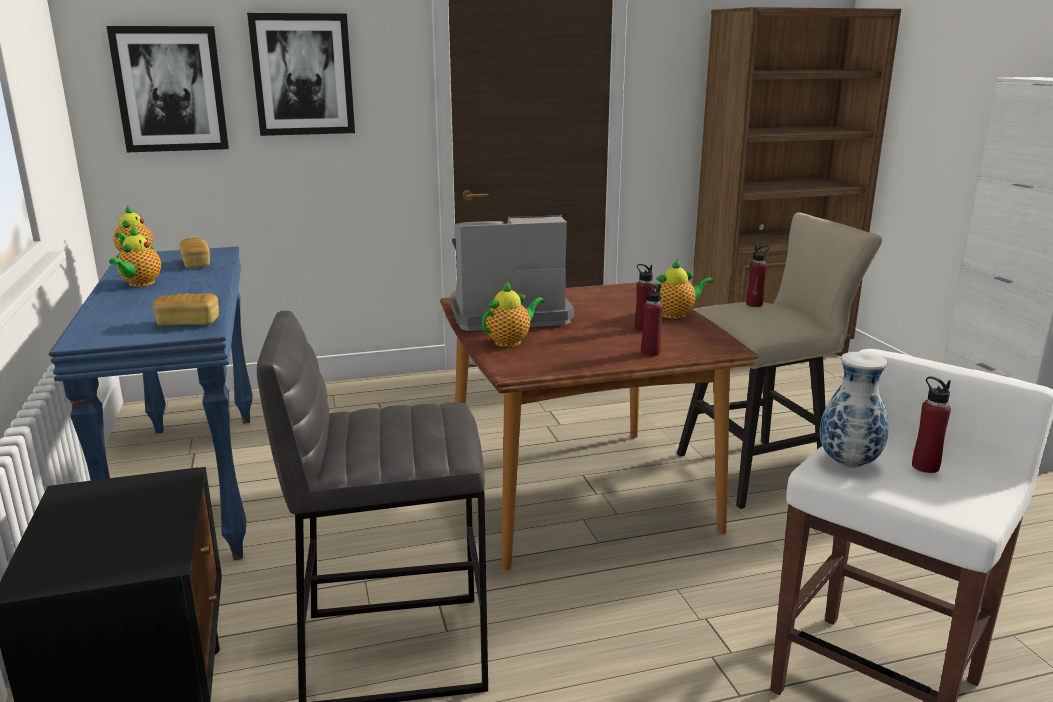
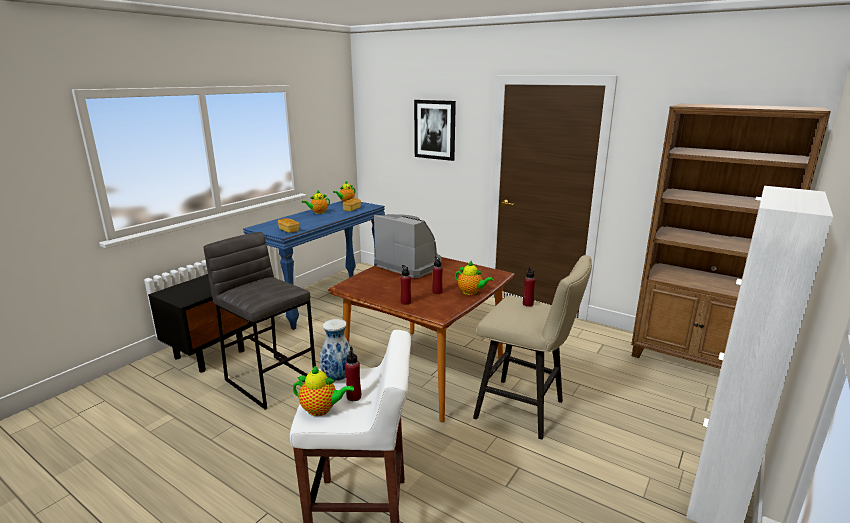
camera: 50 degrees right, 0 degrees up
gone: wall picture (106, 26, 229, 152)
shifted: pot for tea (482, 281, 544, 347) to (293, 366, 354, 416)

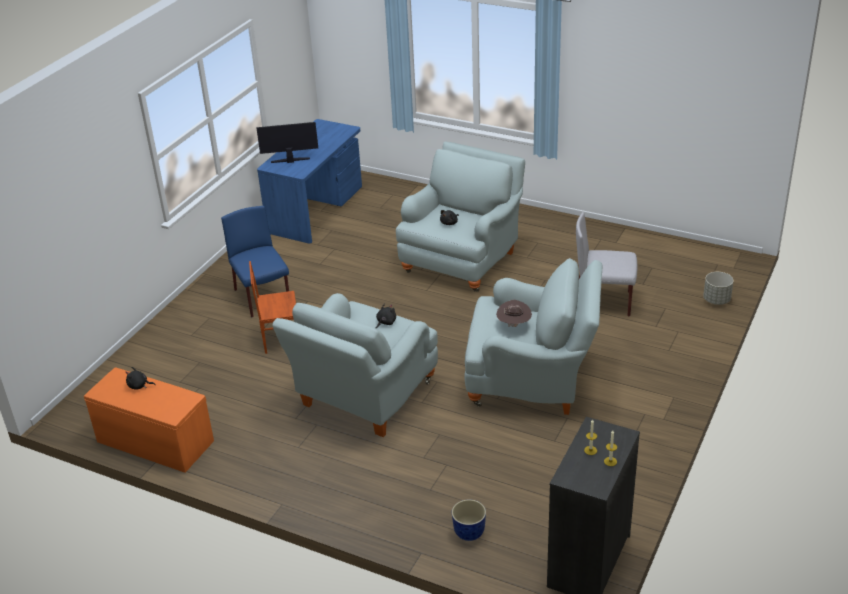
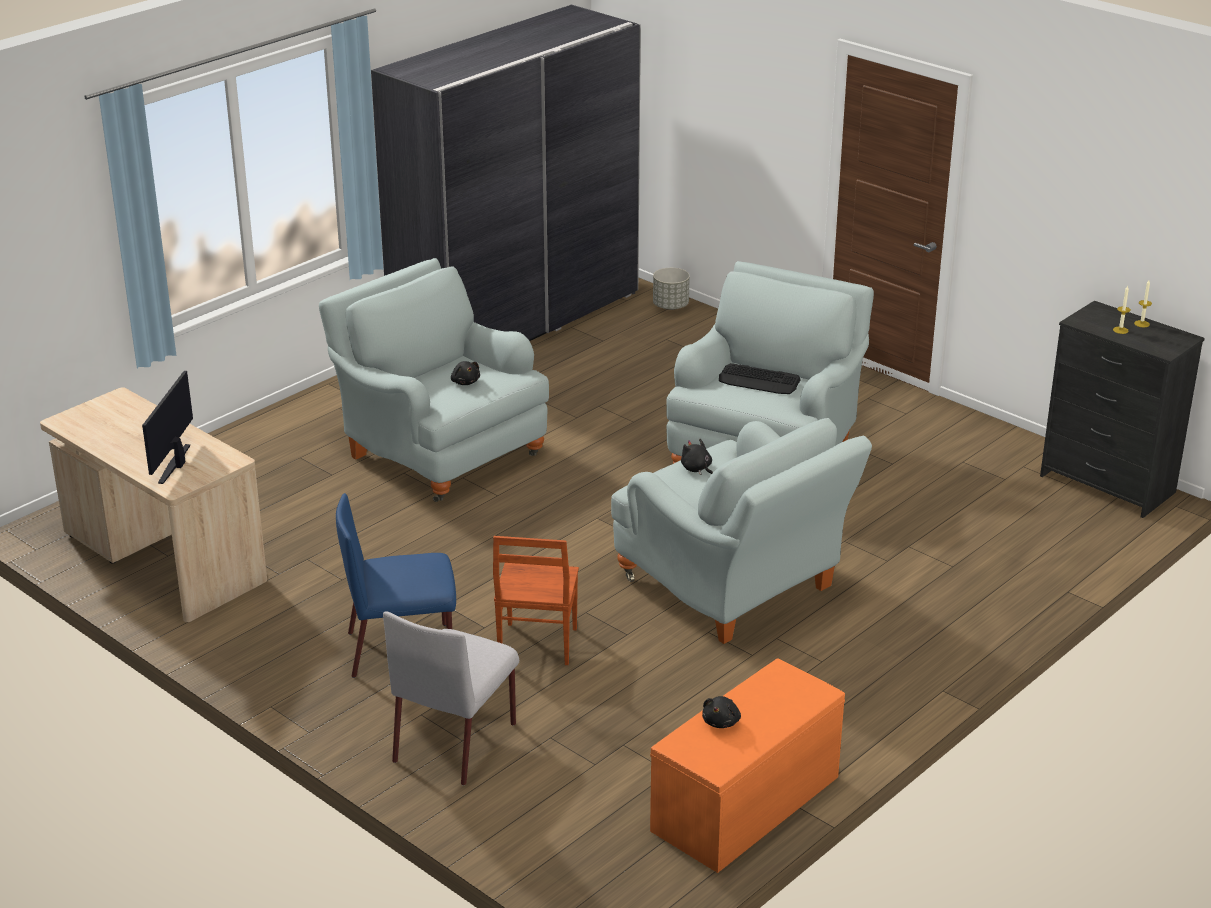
camera: 75 degrees left, 5 degrees down
gone: plant pot (452, 499, 486, 541)
new: armoire in gray (371, 4, 641, 341)
shifted: upright chair in gray (576, 212, 638, 317) to (383, 611, 519, 785)
swapped: wearable hat in brown (496, 300, 532, 327) to keyboard (719, 363, 801, 394)
repainted: desk table in blue-coloured (257, 119, 362, 244) to desk table in sand-coloured (40, 387, 267, 622)

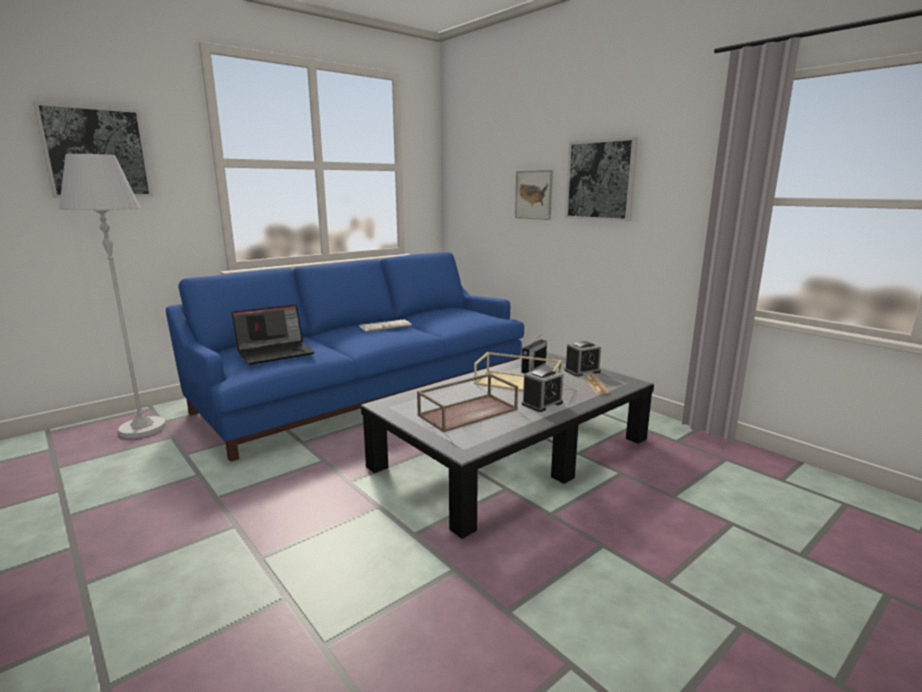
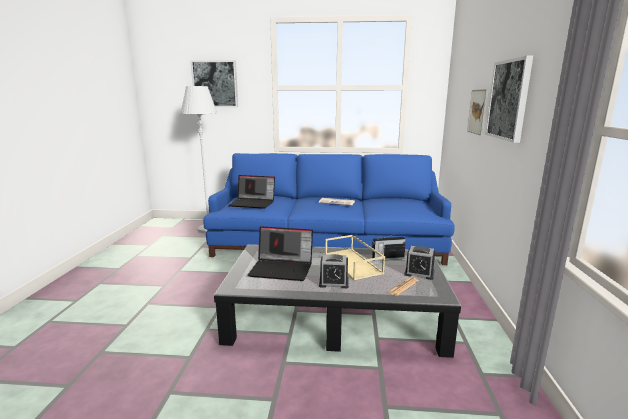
camera: 45 degrees right, 0 degrees up
swapped: serving tray in brown (417, 373, 518, 432) to laptop (248, 226, 313, 281)

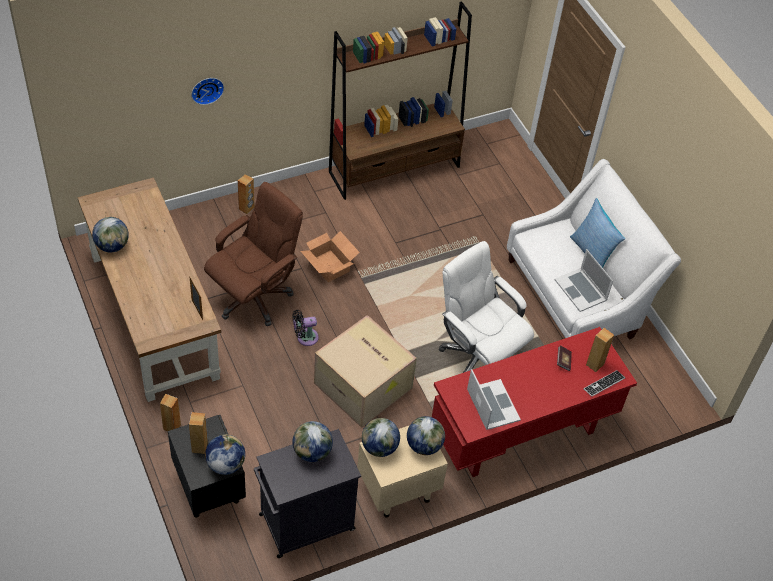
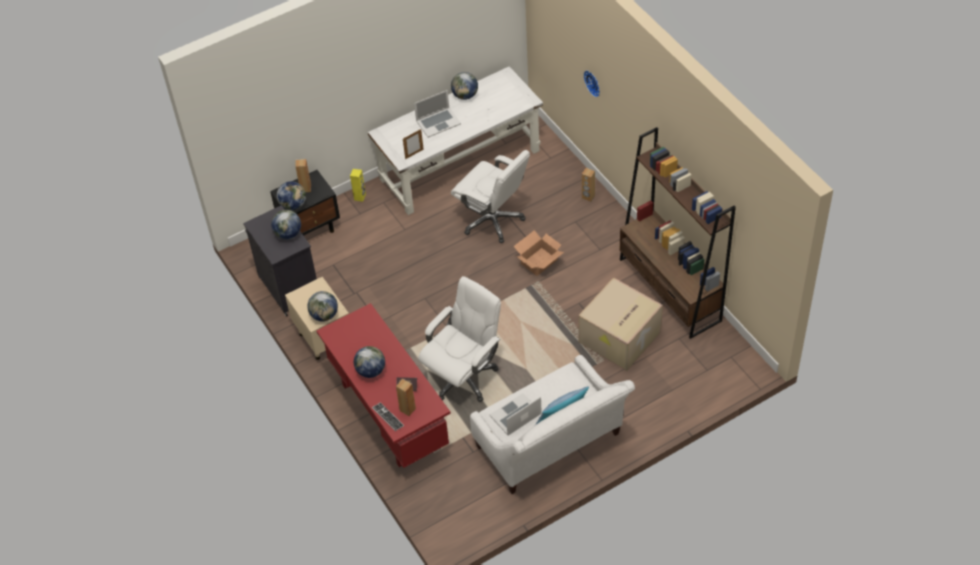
camera: 90 degrees right, 0 degrees up
gone: electric fan in black (293, 310, 319, 346)
shifted: carton (314, 315, 417, 428) to (578, 277, 663, 371); world globe (362, 418, 400, 457) to (354, 346, 385, 378); laptop (467, 369, 521, 430) to (414, 90, 461, 138)
repainted: desk table in brown (77, 178, 221, 402) to desk table in whitish (368, 66, 543, 215); loudspeaker in brown (160, 394, 181, 431) to loudspeaker in yellowish (350, 169, 366, 202); desk chair in brown (204, 182, 303, 326) to desk chair in whitish (451, 150, 530, 243)

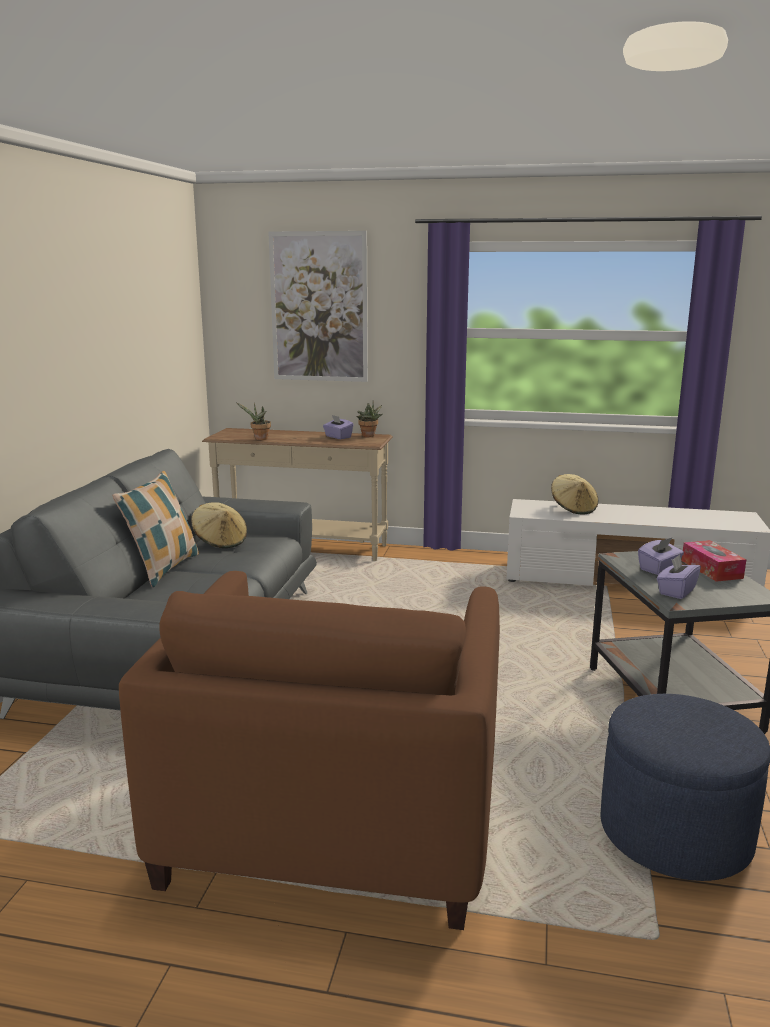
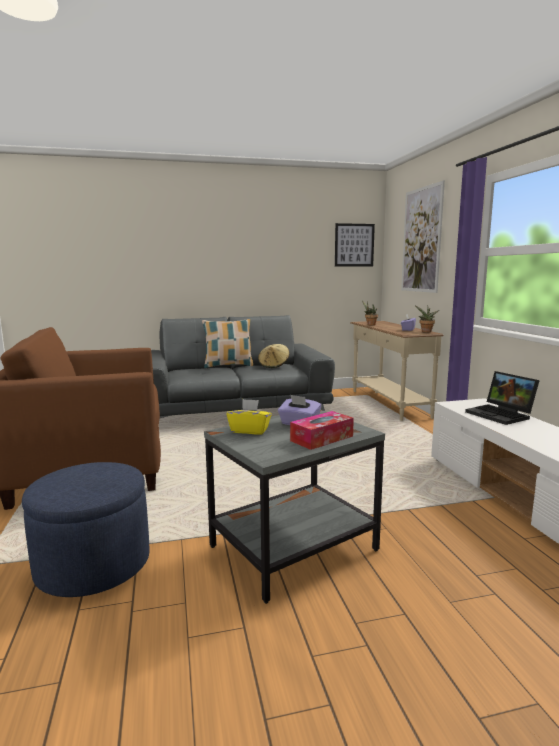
camera: 65 degrees right, 5 degrees down
new: wall picture (335, 223, 375, 267)
swapped: wearable hat in sand-coloured (551, 474, 598, 515) to laptop (465, 371, 540, 425)
repainted: tissue box in purple (657, 555, 701, 599) to tissue box in yellowish (226, 399, 272, 435)

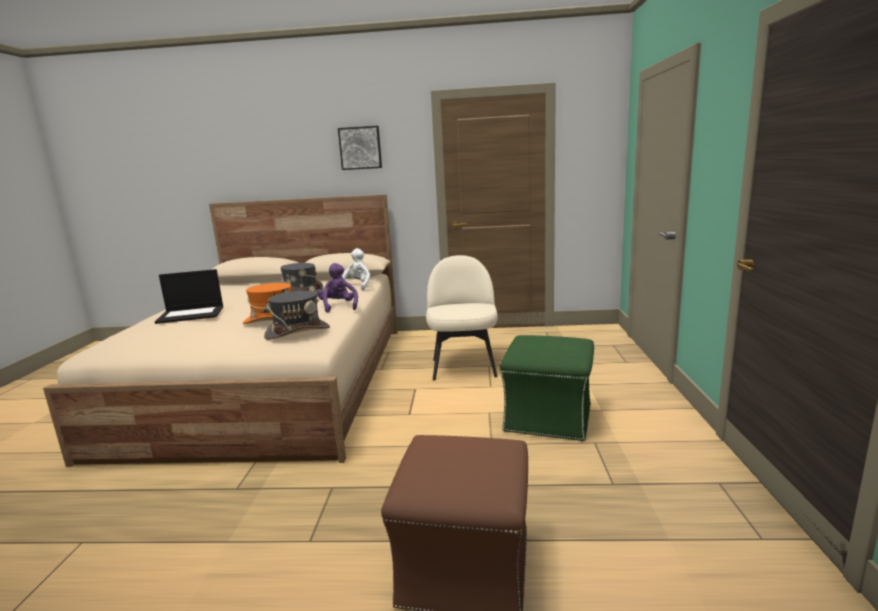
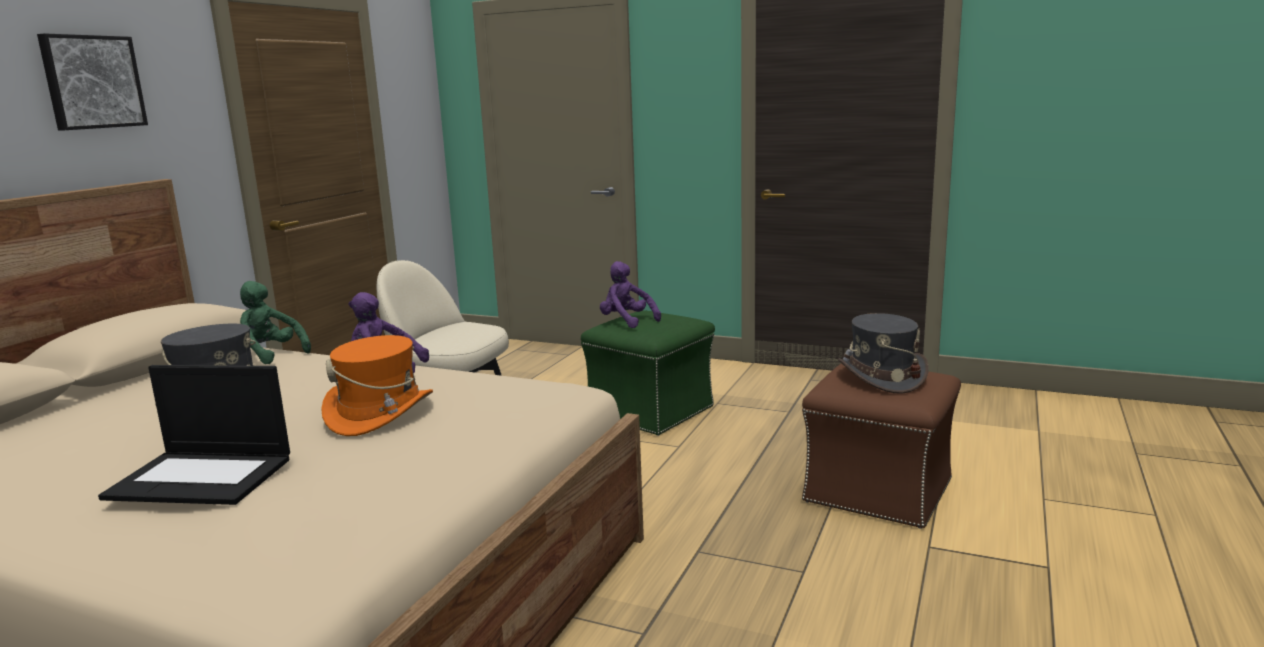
camera: 70 degrees left, 0 degrees up
new: soft toy in purple (600, 261, 661, 328)
shifted: wearable hat in gray (264, 291, 330, 340) to (838, 313, 929, 393)
repainted: soft toy in whitish (342, 248, 370, 290) to soft toy in green-coloured (240, 281, 311, 364)
rotated: laptop (155, 269, 223, 324) = (98, 365, 290, 505) 90 degrees clockwise

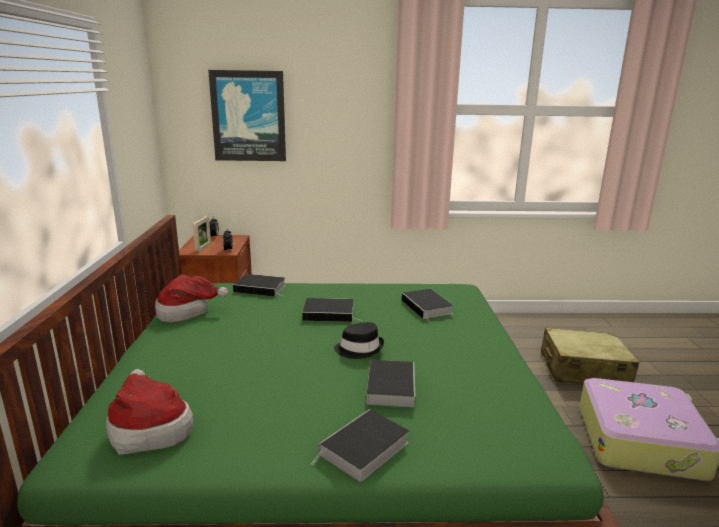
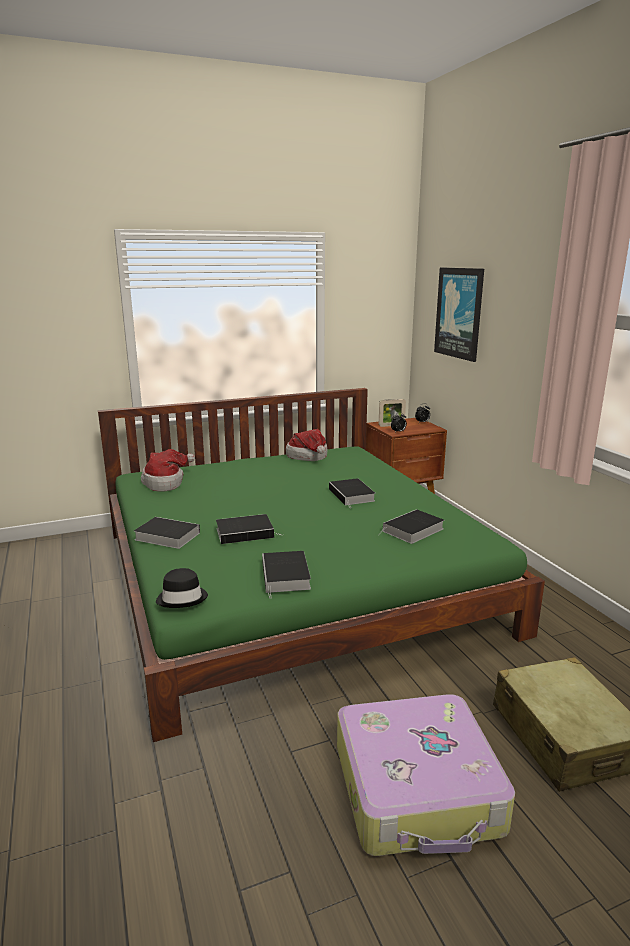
camera: 70 degrees right, 0 degrees up
shifted: book (233, 274, 286, 297) to (262, 551, 311, 599); wearable hat in black (334, 322, 384, 359) to (156, 568, 208, 608)

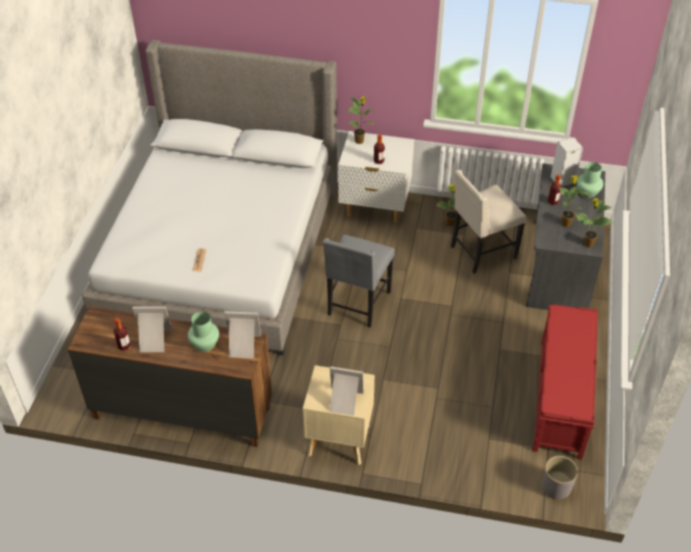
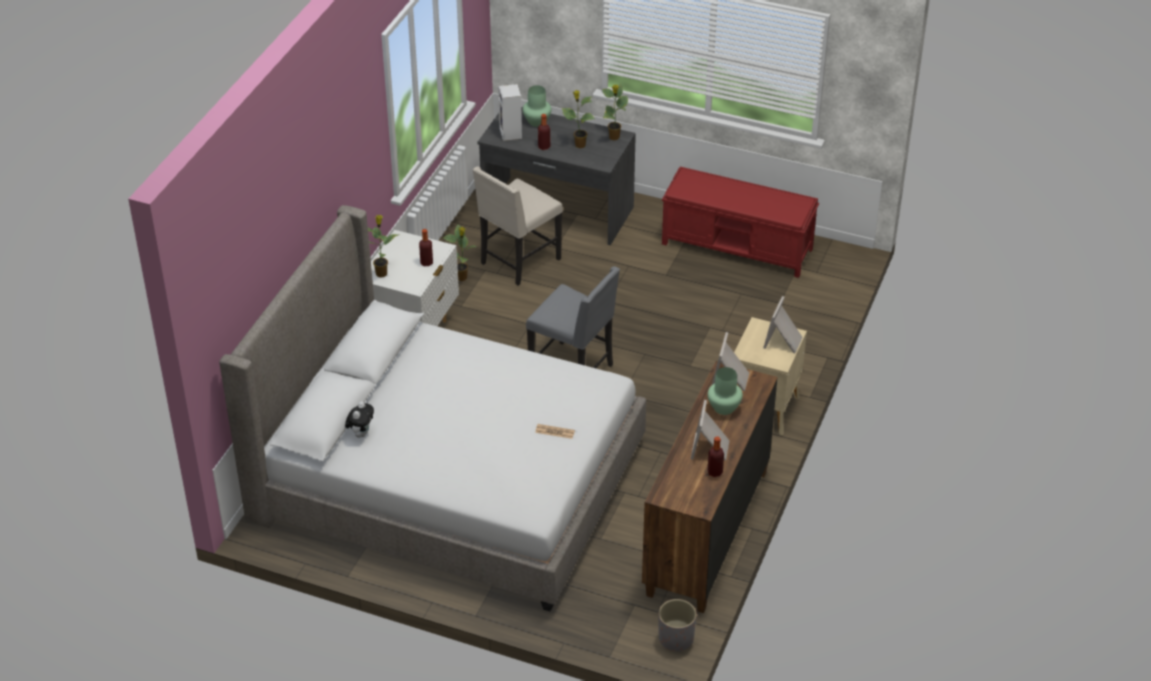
camera: 80 degrees left, 5 degrees down
new: soft toy (345, 402, 374, 438)
shifted: plant pot in gray (542, 456, 578, 500) to (658, 599, 697, 651)
rotated: upright chair in sand-coloured (451, 170, 526, 274) = (473, 166, 563, 286) 60 degrees clockwise

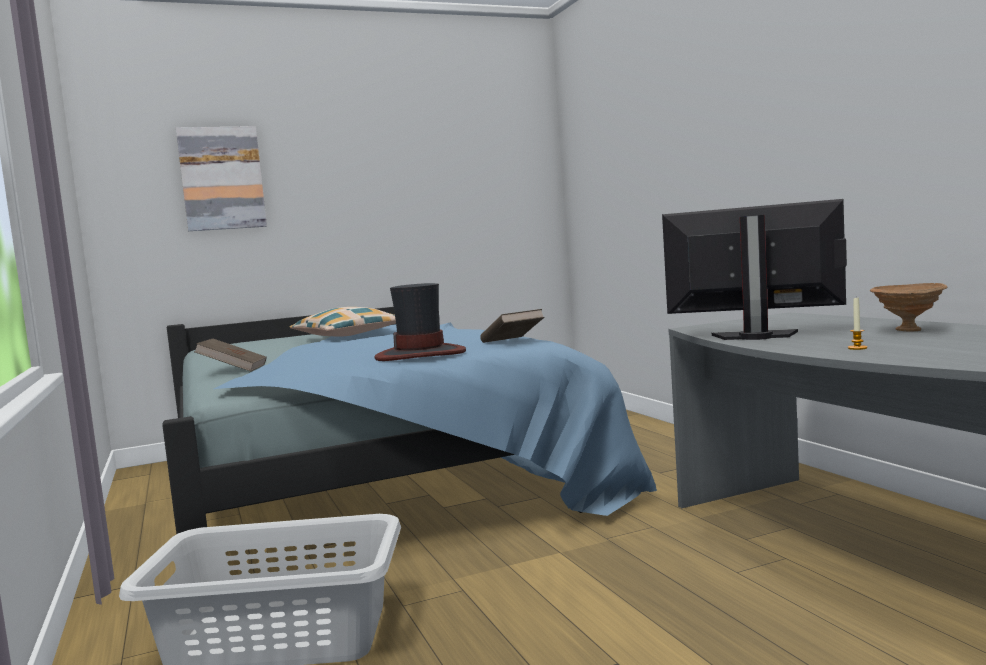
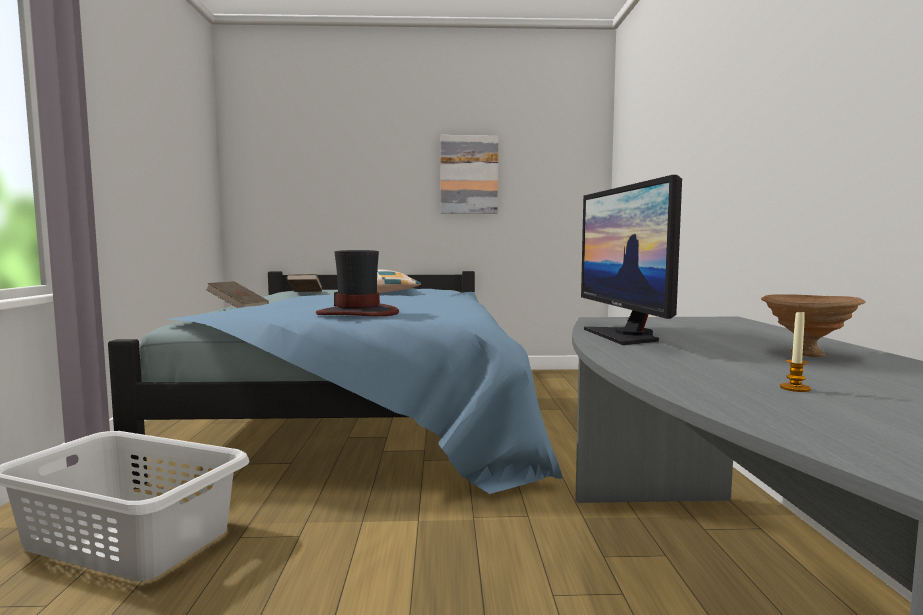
camera: 20 degrees right, 0 degrees up
shifted: wall picture (176, 126, 267, 231) to (440, 135, 498, 214); book in brown (480, 309, 544, 343) to (287, 274, 322, 292); candle (848, 298, 867, 350) to (780, 309, 811, 392)
rotated: computer display (662, 199, 847, 340) = (581, 175, 682, 345) 135 degrees counterclockwise

